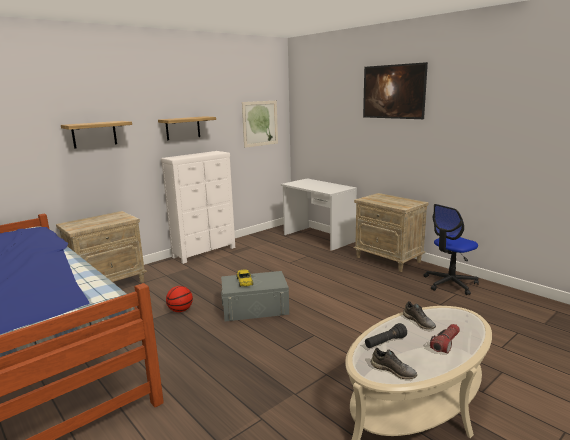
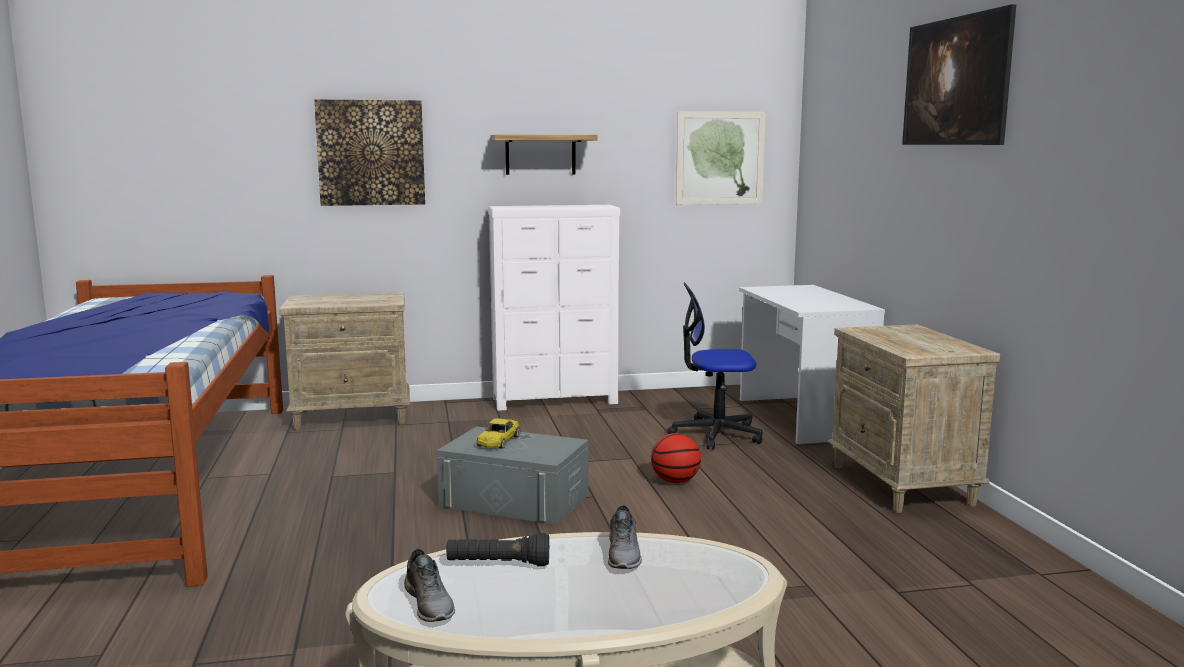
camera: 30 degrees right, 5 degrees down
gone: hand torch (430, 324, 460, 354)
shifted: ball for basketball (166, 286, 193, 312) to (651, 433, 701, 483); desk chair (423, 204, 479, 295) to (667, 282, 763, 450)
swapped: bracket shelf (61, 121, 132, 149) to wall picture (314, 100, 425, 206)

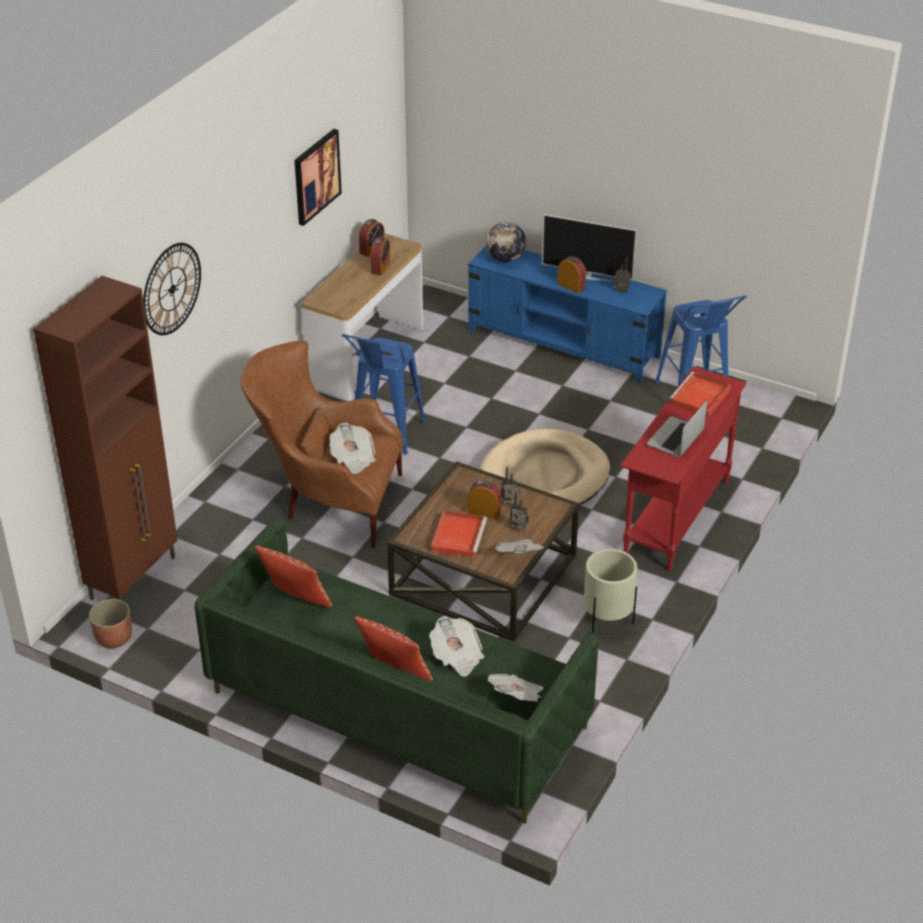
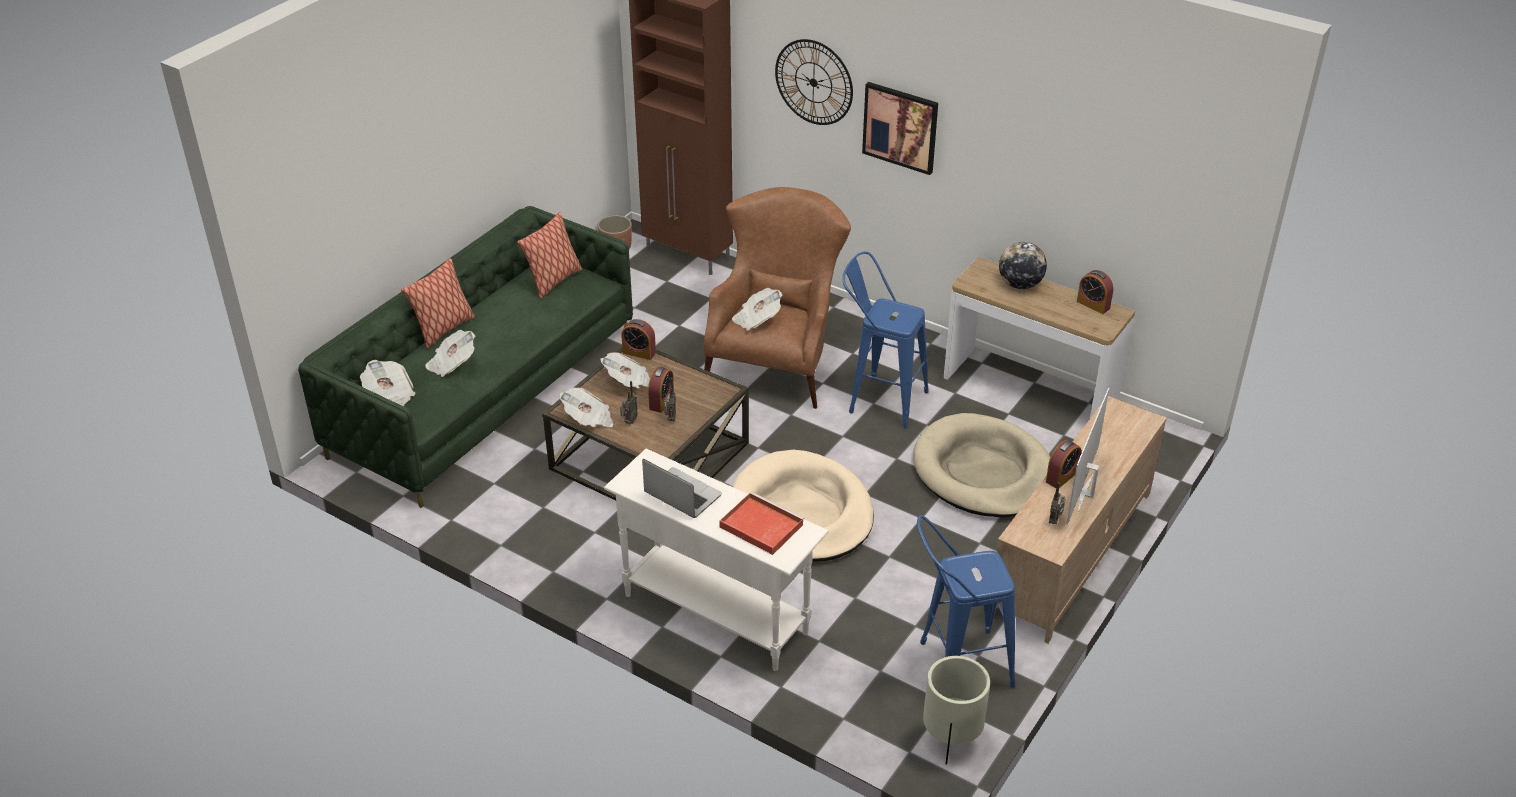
camera: 95 degrees right, 0 degrees up
new: pet bed in sand-coloured (913, 413, 1050, 517)
shifted: wall picture (295, 129, 342, 226) to (862, 82, 938, 175); alarm clock (371, 237, 390, 276) to (621, 319, 656, 360); world globe (486, 222, 526, 262) to (999, 242, 1047, 289); plant pot in sand-coloured (584, 549, 637, 633) to (923, 656, 990, 765)
swapped: serving tray in reddish (431, 511, 487, 558) to printed paper (600, 352, 650, 388)
repainted: tv unit in blue-coloured (468, 245, 667, 383) to tv unit in sand-coloured (994, 396, 1167, 643); console table in reddish (620, 367, 747, 571) to console table in whitish (604, 449, 829, 671)

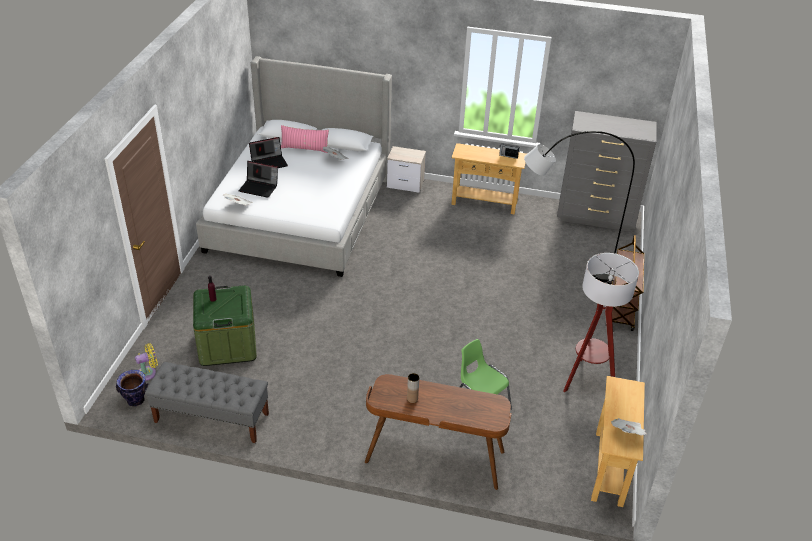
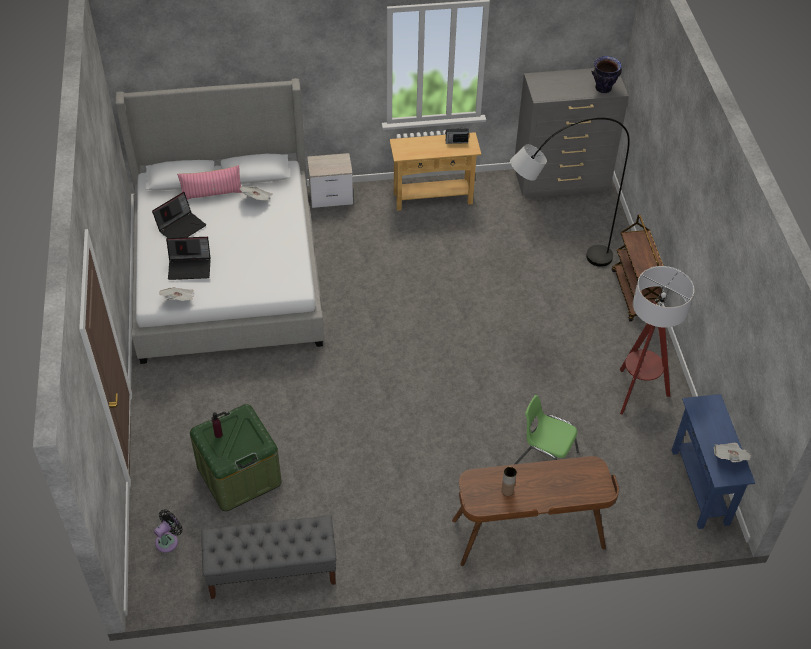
camera: 20 degrees left, 10 degrees up
shifted: decorative vase (116, 370, 149, 407) to (591, 56, 622, 93)
repainted: electric fan in yellowish (135, 343, 158, 381) to electric fan in black (154, 509, 183, 553); console table in sand-coloured (591, 376, 645, 507) to console table in blue-coloured (671, 394, 755, 529)

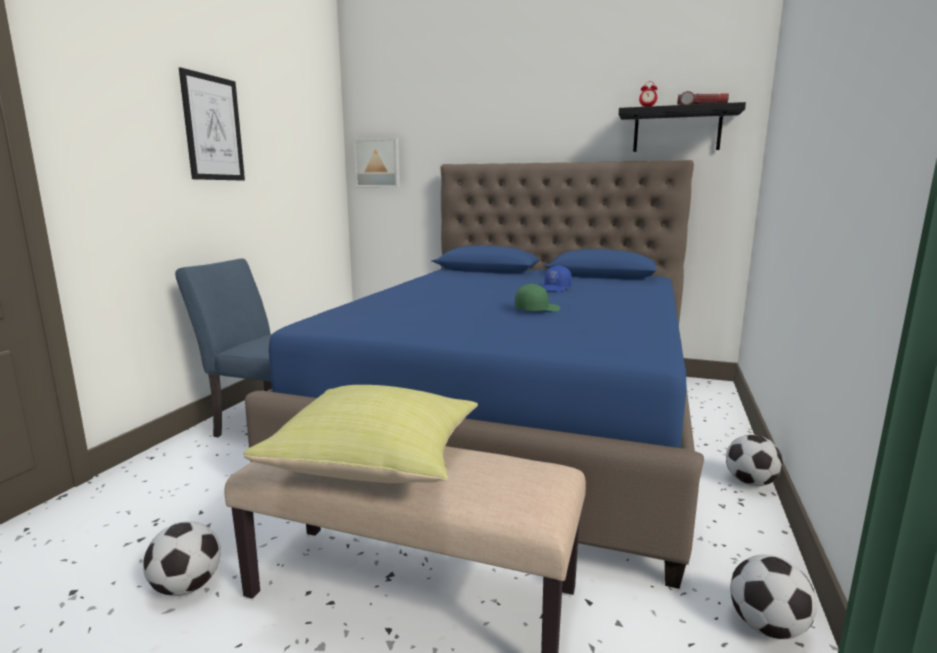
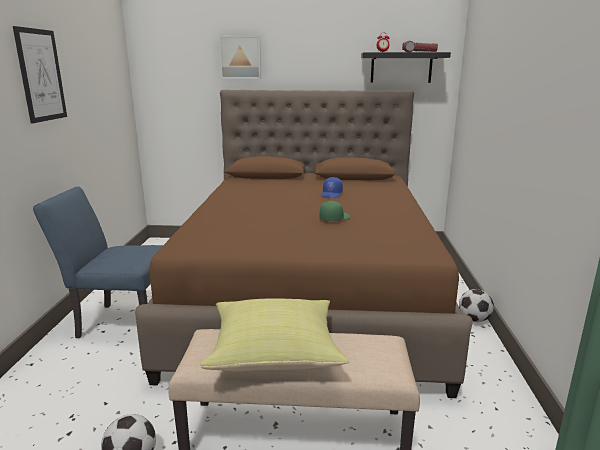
camera: 15 degrees left, 5 degrees up
gone: football (730, 554, 817, 639)
shifted: wall picture (354, 138, 400, 187) to (219, 36, 261, 79)
repainted: bedroom bed in blue-coloured (245, 160, 704, 589) to bedroom bed in brown (135, 90, 473, 398)

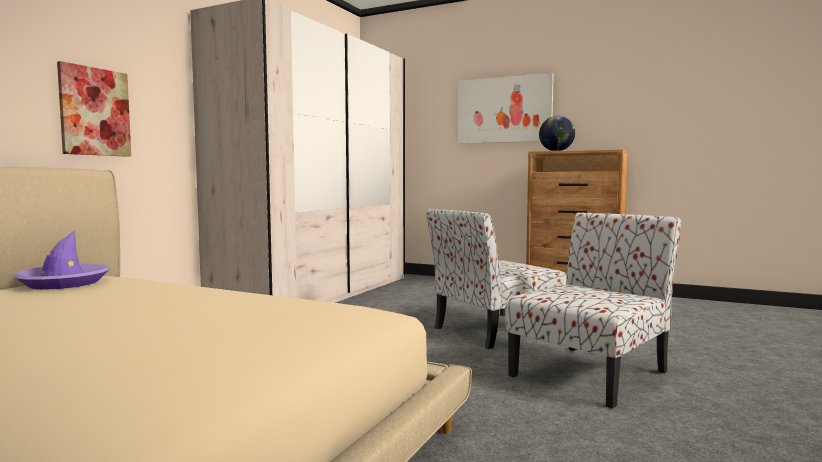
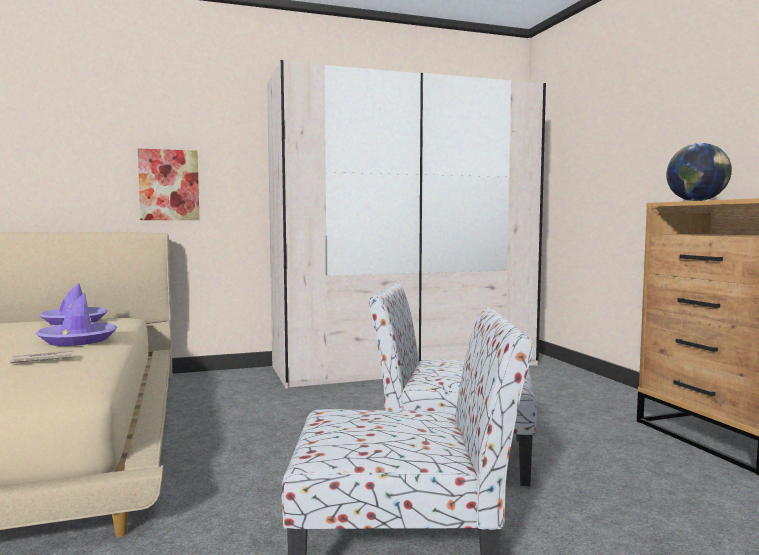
camera: 45 degrees right, 0 degrees up
gone: wall picture (458, 73, 554, 144)
new: printed paper (10, 351, 74, 363); wearable hat in purple (35, 292, 117, 346)

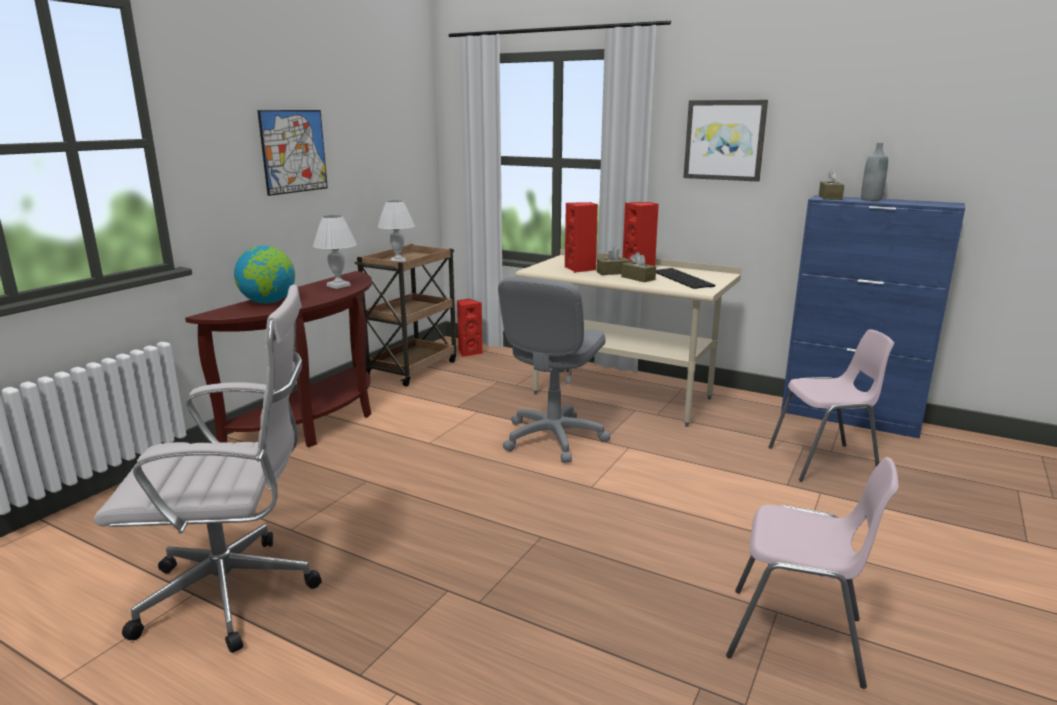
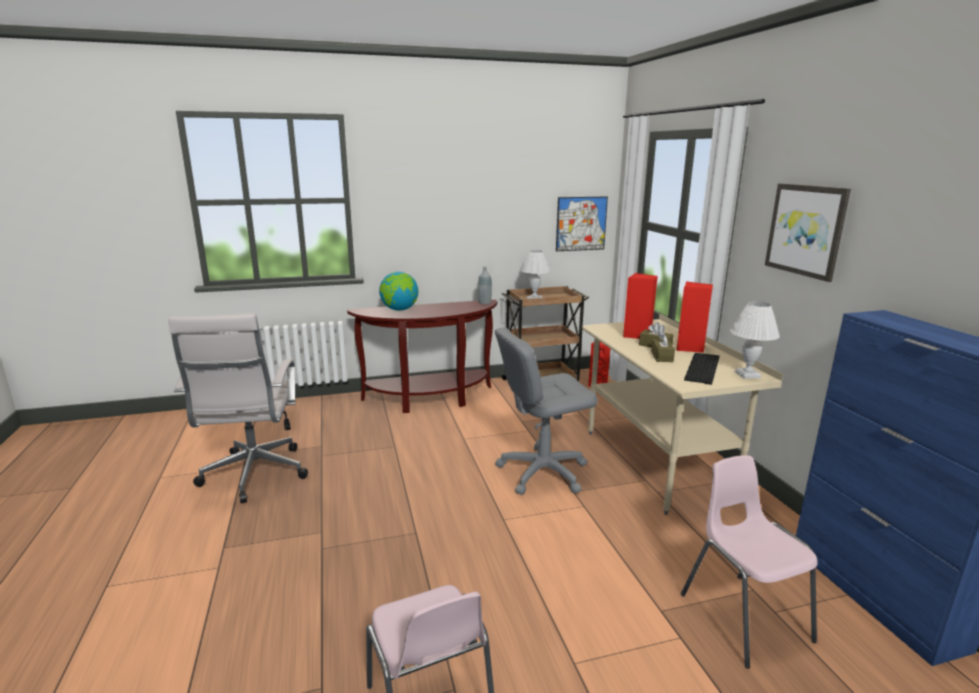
camera: 45 degrees right, 0 degrees up
gone: tissue box in brown (819, 169, 844, 200)
shifted: wall picture (257, 110, 328, 196) to (556, 197, 608, 251); table lamp in whitish (313, 215, 357, 289) to (730, 302, 780, 379); beverage bottle in gray (861, 143, 888, 201) to (478, 267, 492, 304)
rotated: desk chair in whitish (94, 285, 322, 653) = (168, 314, 308, 503) 45 degrees clockwise; upright chair in pinkish (769, 329, 894, 482) = (681, 455, 818, 669) 150 degrees counterclockwise

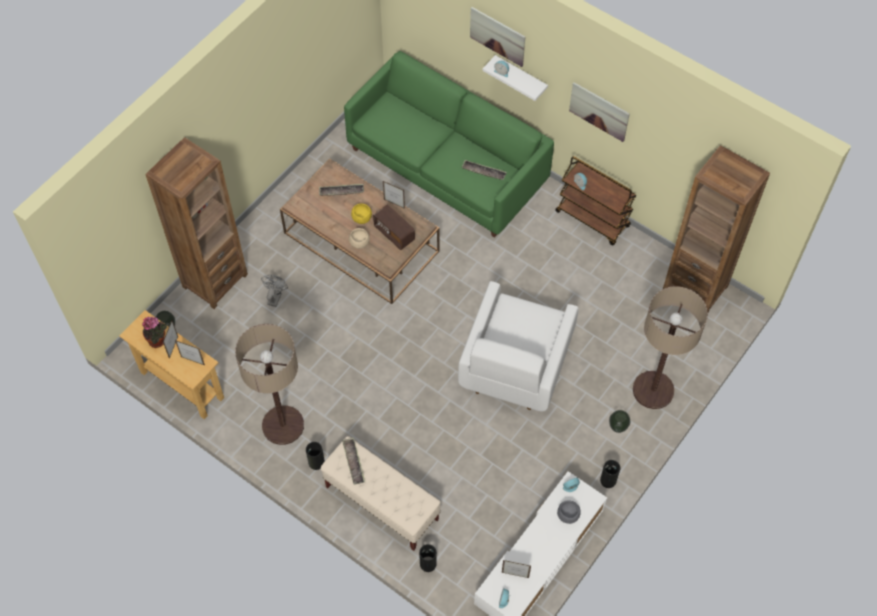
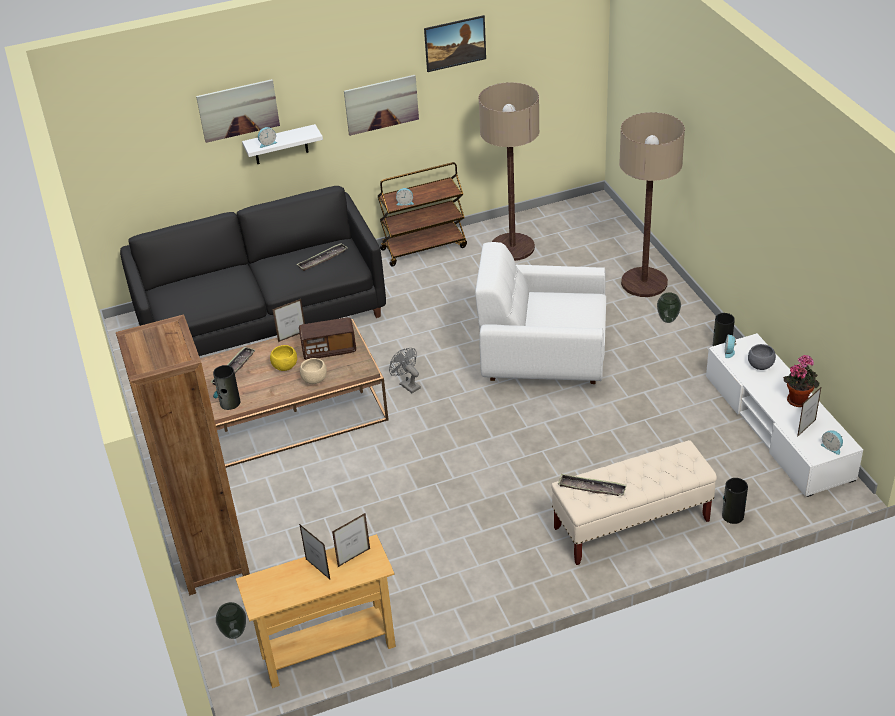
camera: 55 degrees left, 20 degrees down
gone: bookshelf in brown (663, 145, 770, 313)
new: wall picture (424, 15, 486, 72)
shifted: houseplant (142, 317, 167, 348) to (783, 355, 819, 407); standing lamp (235, 324, 304, 445) to (479, 82, 540, 261); electric fan in gray (261, 275, 288, 307) to (389, 348, 421, 393); decorative vase (306, 442, 325, 470) to (213, 365, 240, 410)
repainted: settee in green-coloured (344, 51, 554, 238) to settee in black (120, 186, 386, 356)
rotated: easy chair in whitish (458, 281, 579, 411) = (475, 242, 606, 384) 135 degrees clockwise

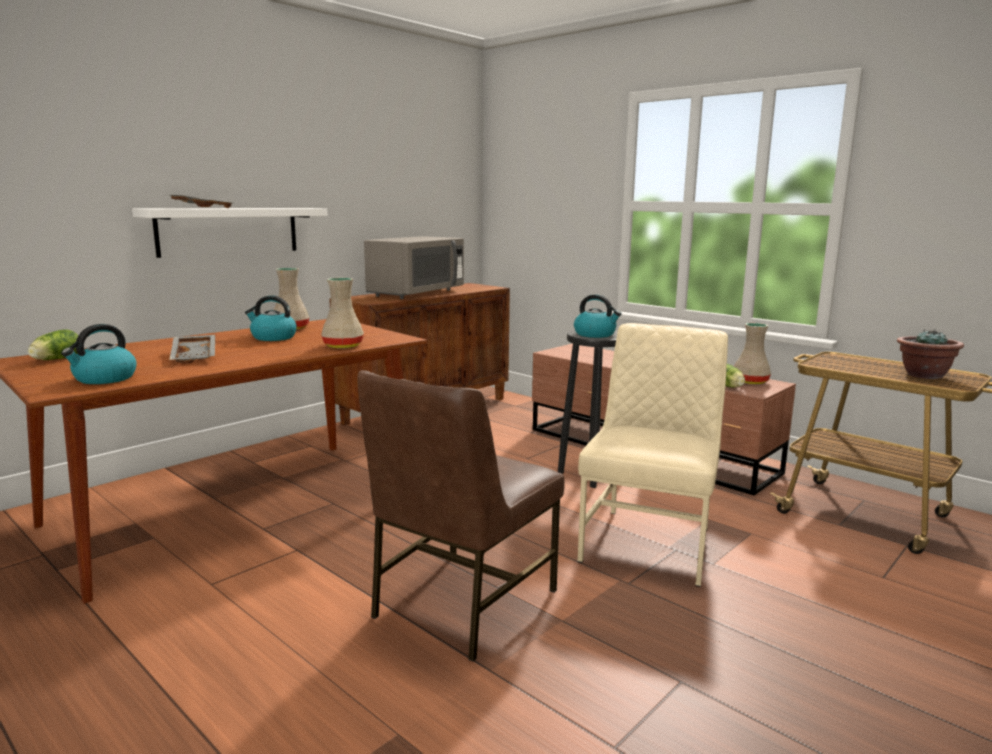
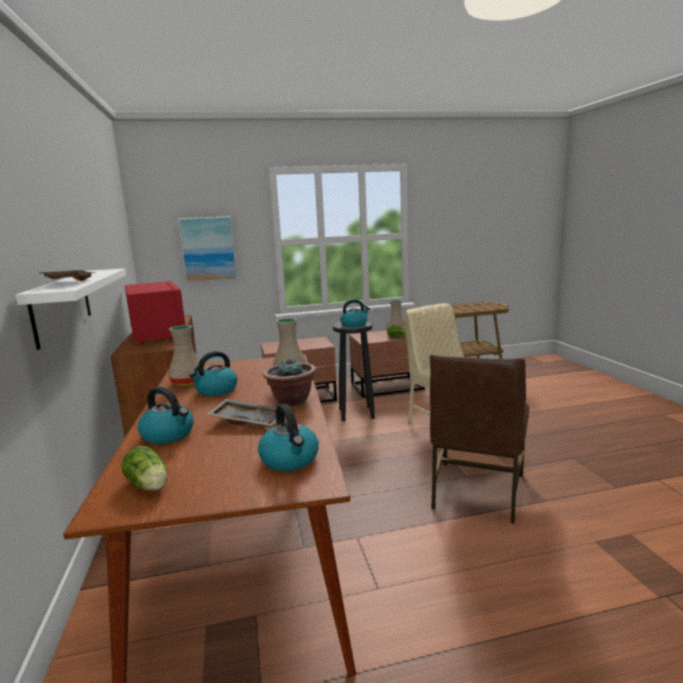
camera: 55 degrees left, 0 degrees up
new: tea kettle (138, 387, 194, 444); wall picture (178, 216, 237, 283)
shifted: houseplant (897, 329, 964, 379) to (263, 358, 316, 406)
repainted: microwave oven in gray (364, 236, 464, 299) to microwave oven in reddish (125, 281, 185, 344)
rotated: upright chair in brown (357, 370, 565, 662) = (430, 354, 529, 523) 45 degrees clockwise

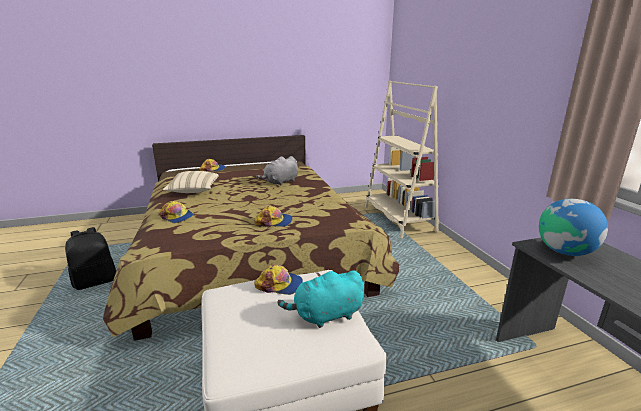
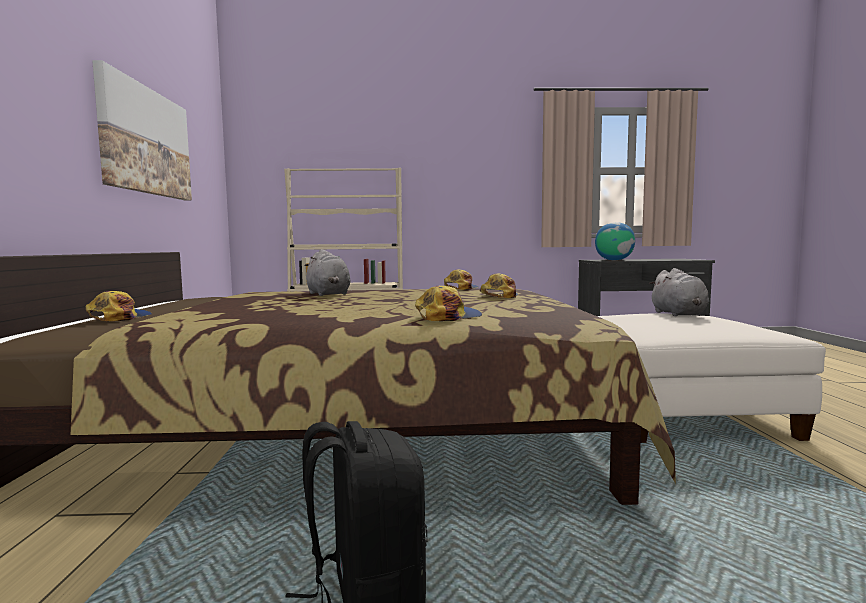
camera: 75 degrees left, 15 degrees down
gone: throw pillow in sand-coloured (163, 171, 219, 193)
new: wall picture (92, 60, 192, 200)
shifted: baseball cap (254, 265, 303, 295) to (444, 270, 479, 290)
repainted: soft toy in turquoise-coloured (278, 270, 364, 328) to soft toy in gray (649, 268, 709, 316)

